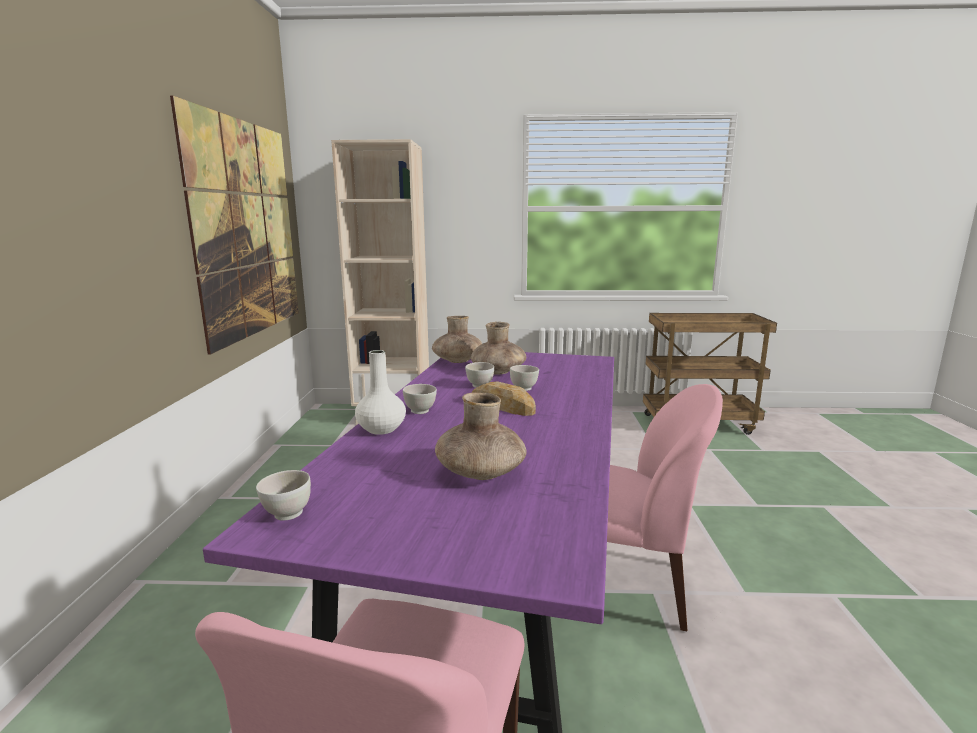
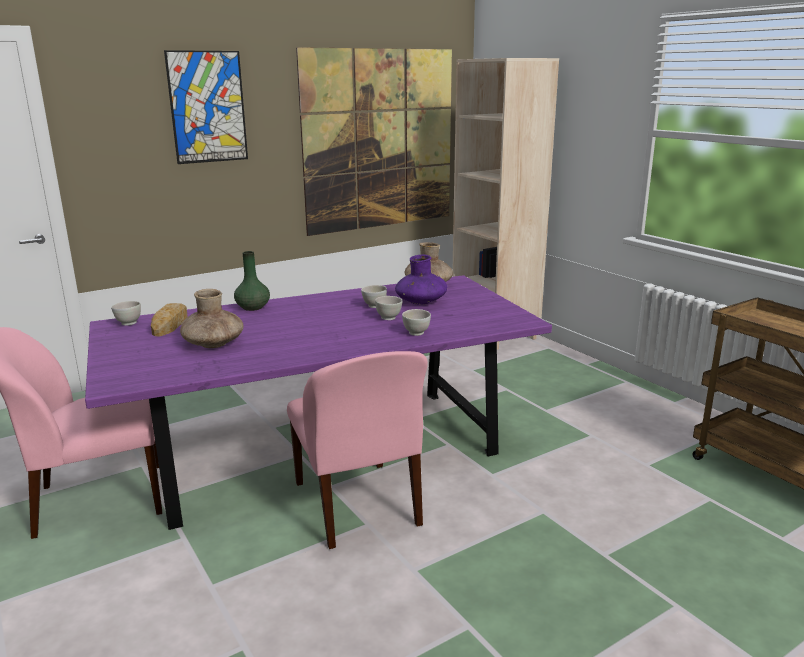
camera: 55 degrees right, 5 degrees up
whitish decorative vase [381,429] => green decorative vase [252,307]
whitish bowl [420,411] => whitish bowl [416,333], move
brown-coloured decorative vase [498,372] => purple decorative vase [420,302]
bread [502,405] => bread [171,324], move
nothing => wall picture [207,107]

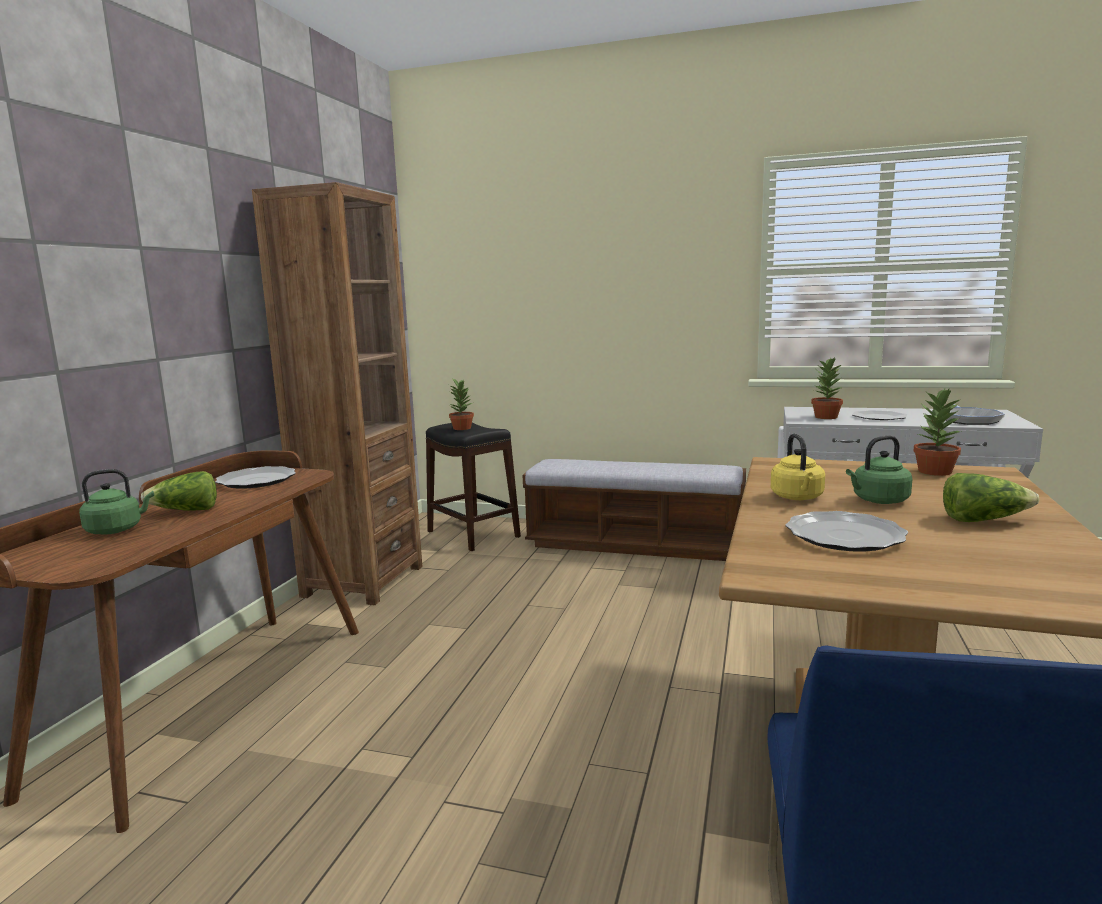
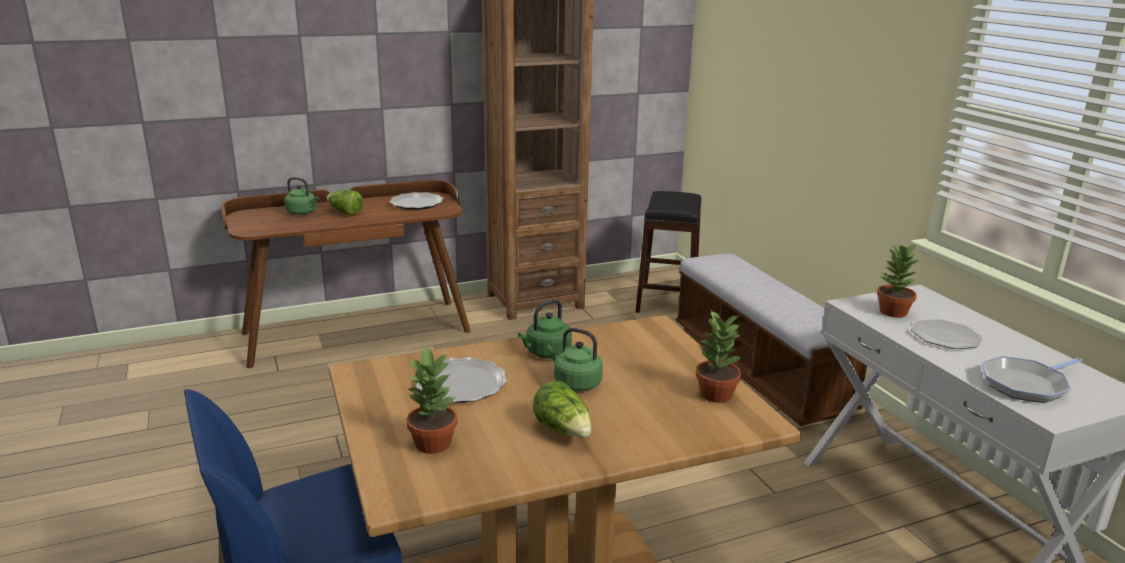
camera: 50 degrees right, 10 degrees up
potted plant [462,428] => potted plant [434,443], move
yellowish kettle [798,498] => green kettle [546,353]

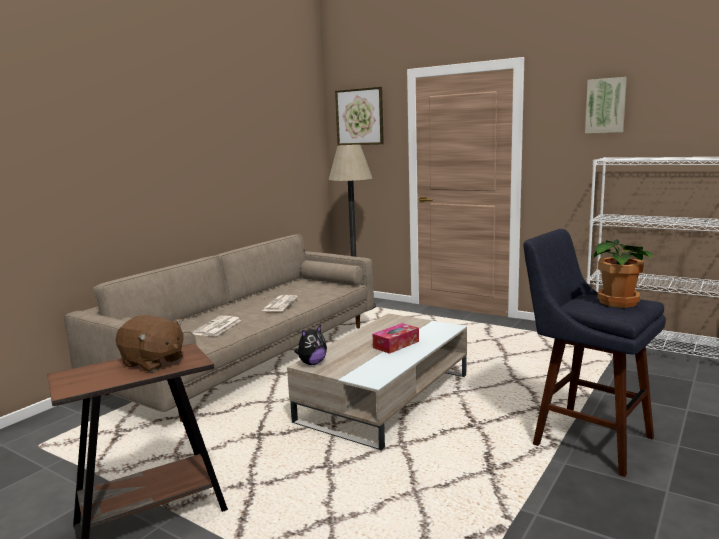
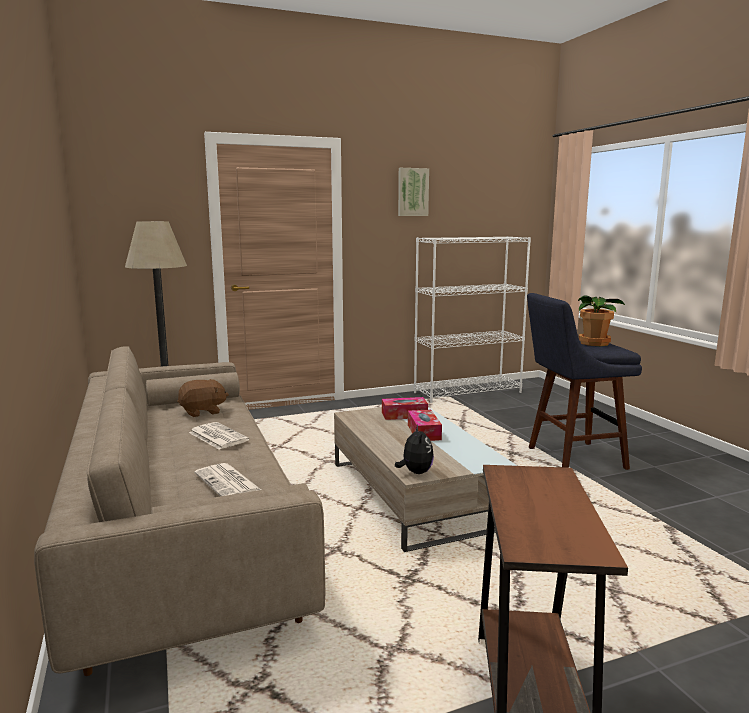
camera: 55 degrees left, 0 degrees up
brown-coloured plush toy [153,362] => brown-coloured plush toy [203,412], move
wall picture [359,117] => nothing
nothing => tissue holder [404,415]

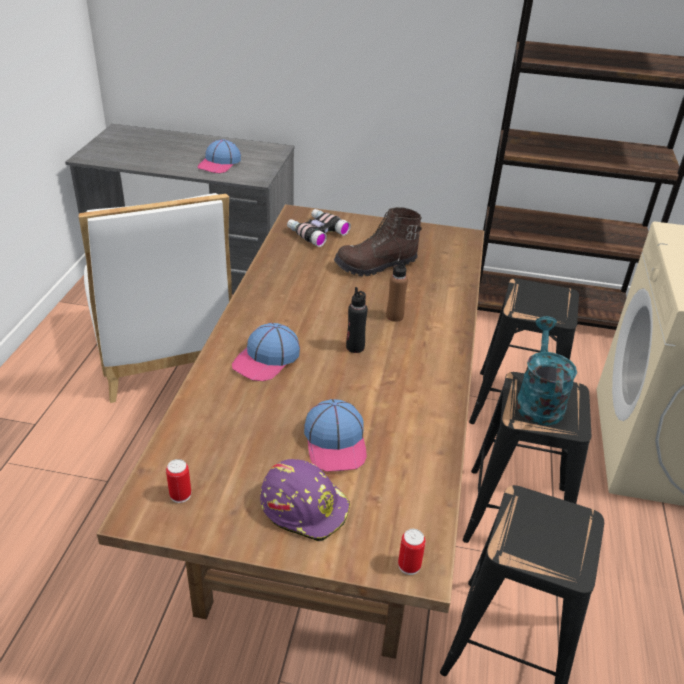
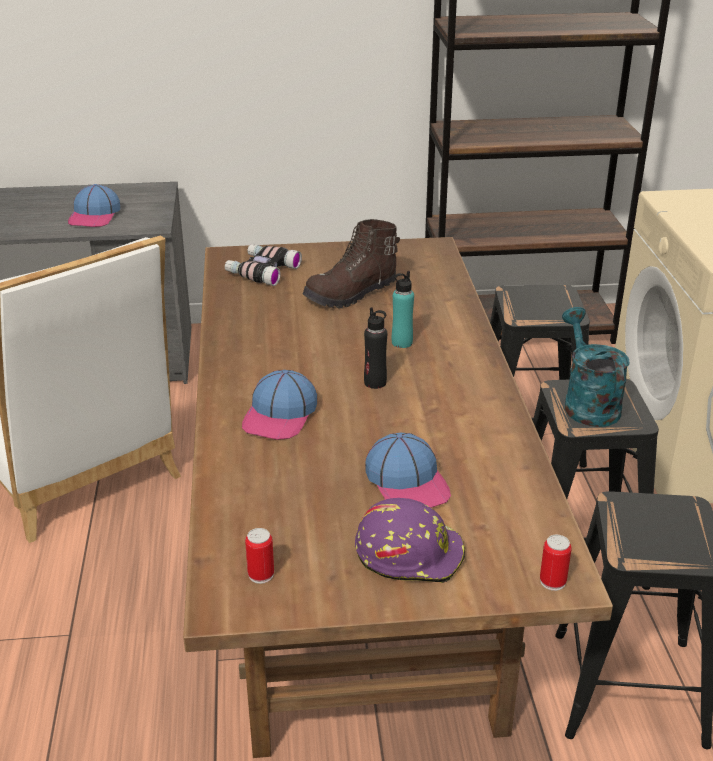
camera: 15 degrees left, 5 degrees down
brown-coloured bottle [394,316] => turquoise bottle [401,342]

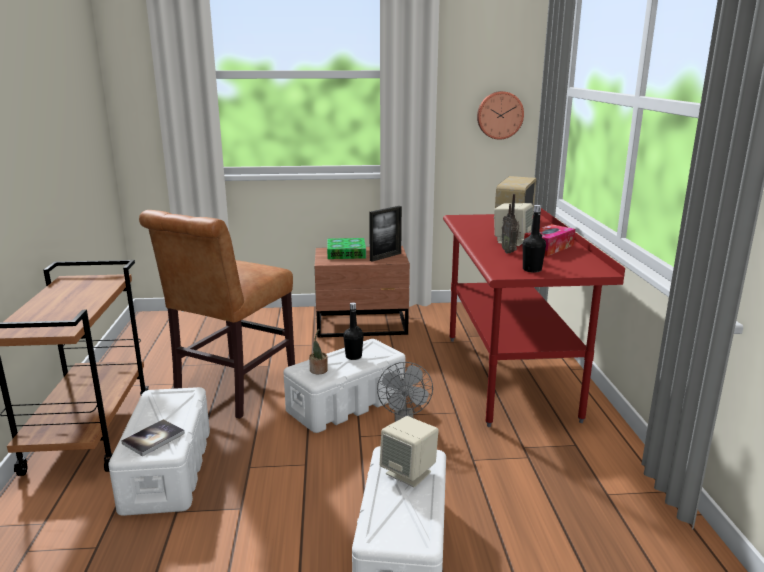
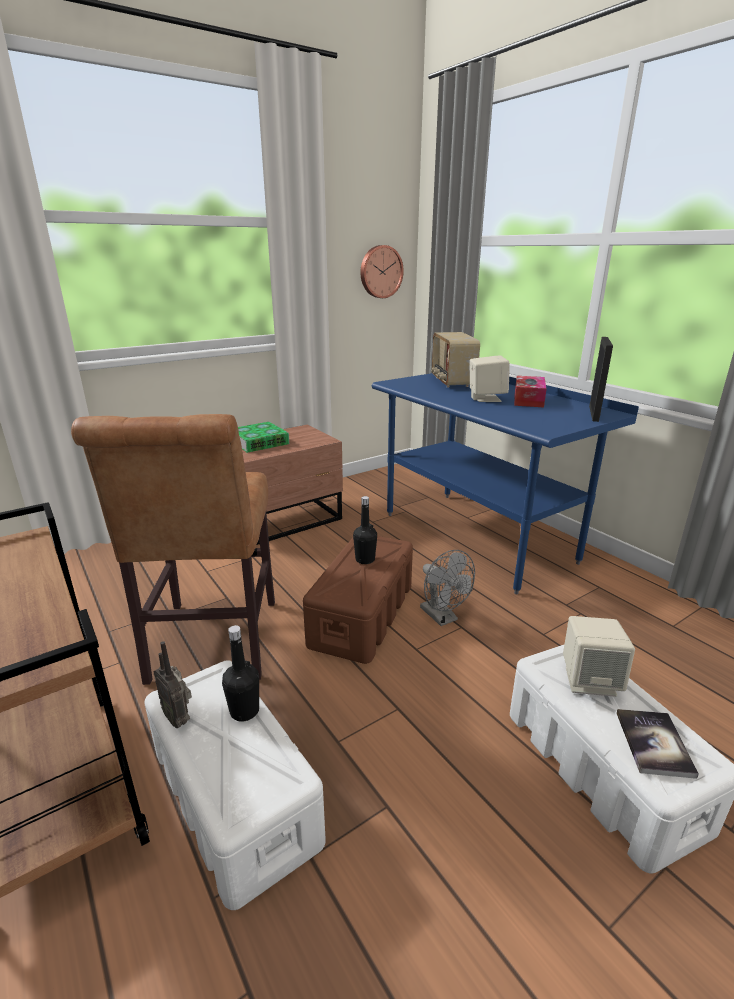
camera: 30 degrees left, 5 degrees up
volume [153,438] => volume [654,743], move
whitish storage box [347,403] => brown-coloured storage box [362,614]
potted plant [318,371] => nothing
photo frame [385,257] => photo frame [593,413], move
red desk [509,376] => blue-coloured desk [476,537]
radio set [509,252] => radio set [179,718], move
blackish bottle [532,270] => blackish bottle [244,711], move

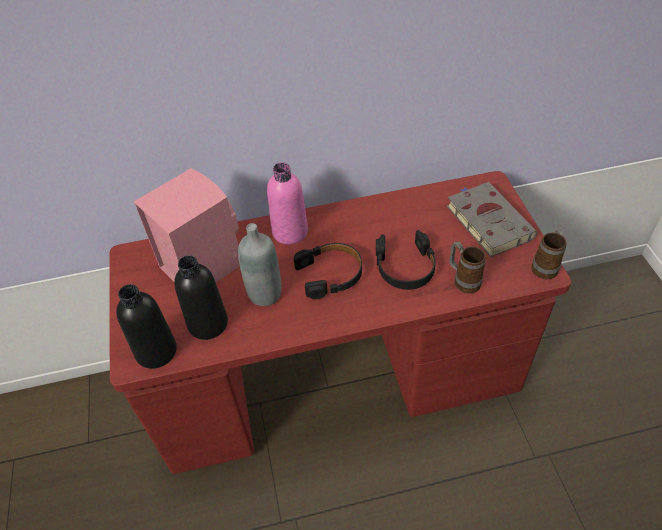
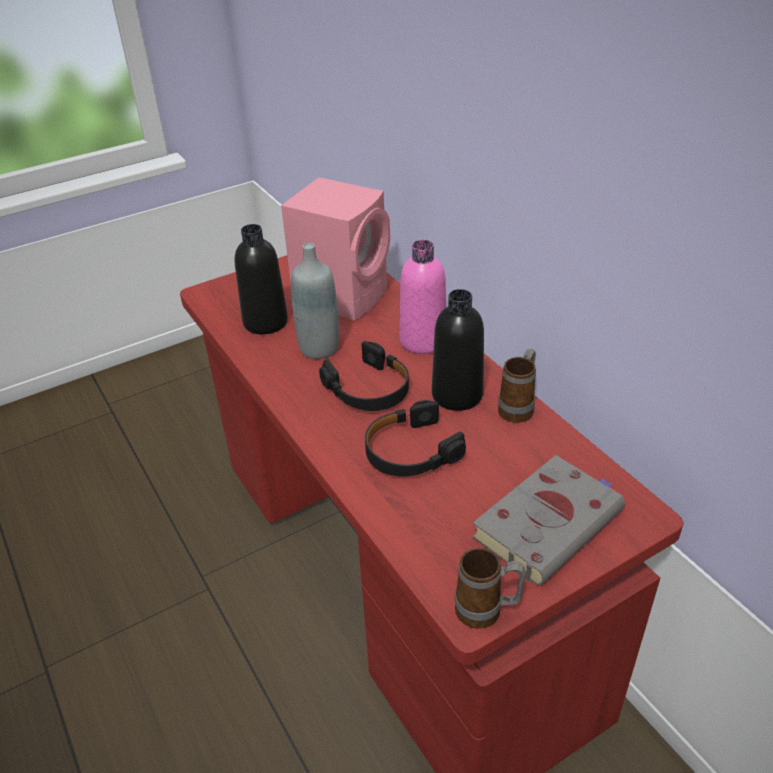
camera: 70 degrees right, 10 degrees down
blackish bottle [156,351] => blackish bottle [457,395], move
coffee mug [463,280] => coffee mug [518,407], move

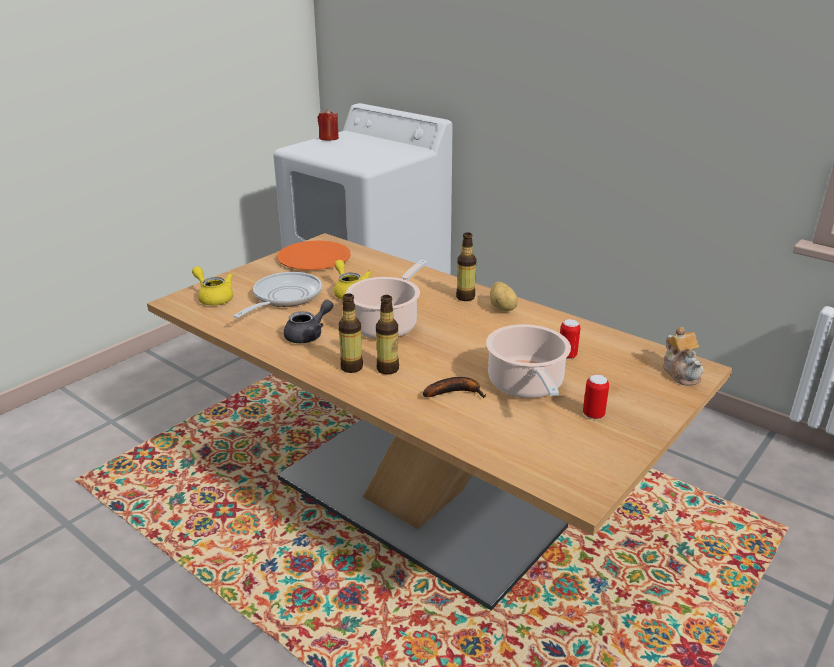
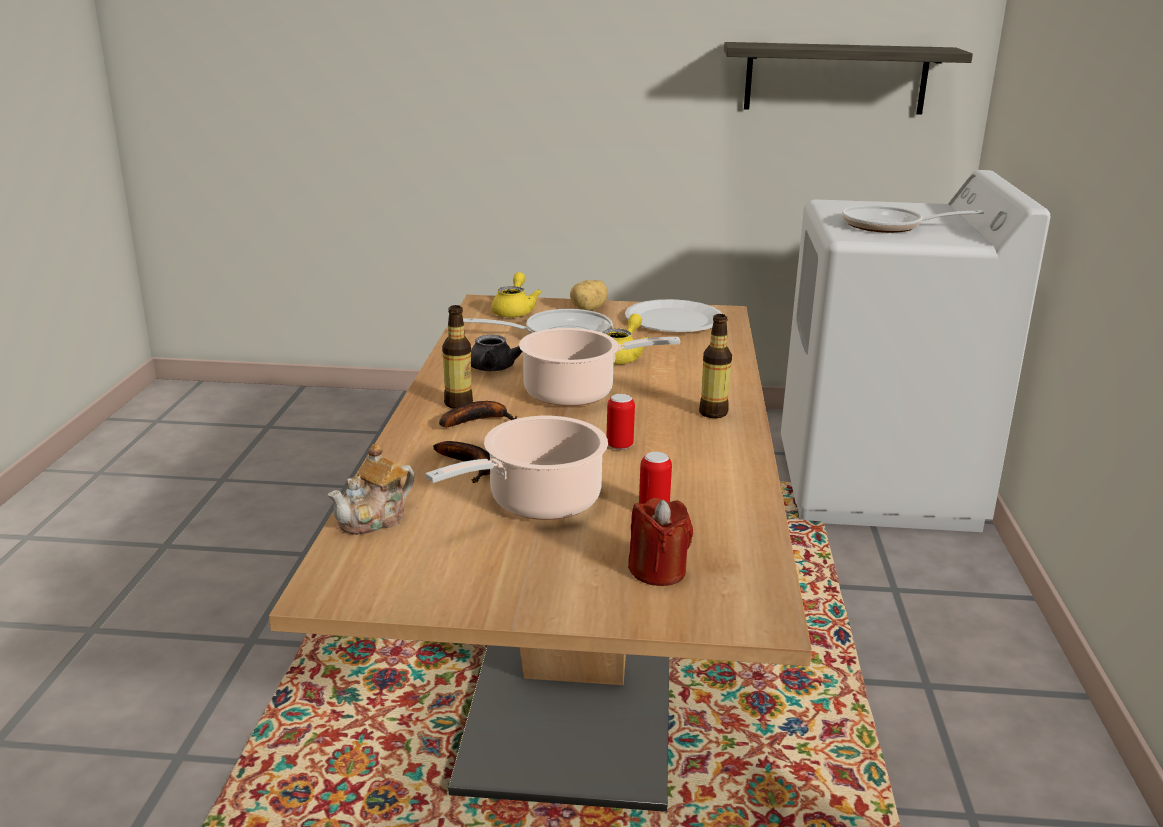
camera: 55 degrees right, 5 degrees down
orange-coloured flat dish [314,258] => whitish flat dish [673,319]
red candle [329,138] => red candle [658,571], move
bottle [388,369] => whole banana [478,420]
potato [503,308] => potato [590,309], move
sealed can [593,414] => sealed can [619,446], move
tea pot [681,372] => tea pot [375,519], move
nothing => shelf [835,78]
nothing => frying pan [889,226]

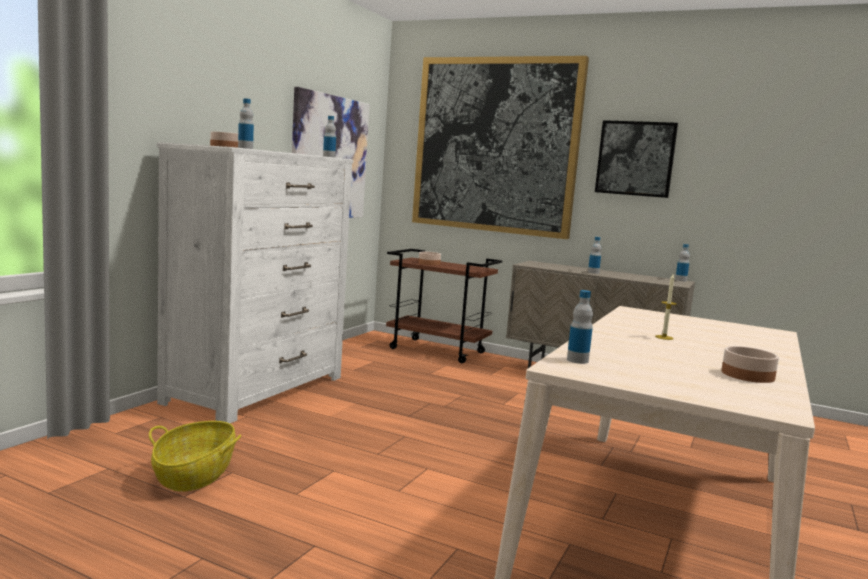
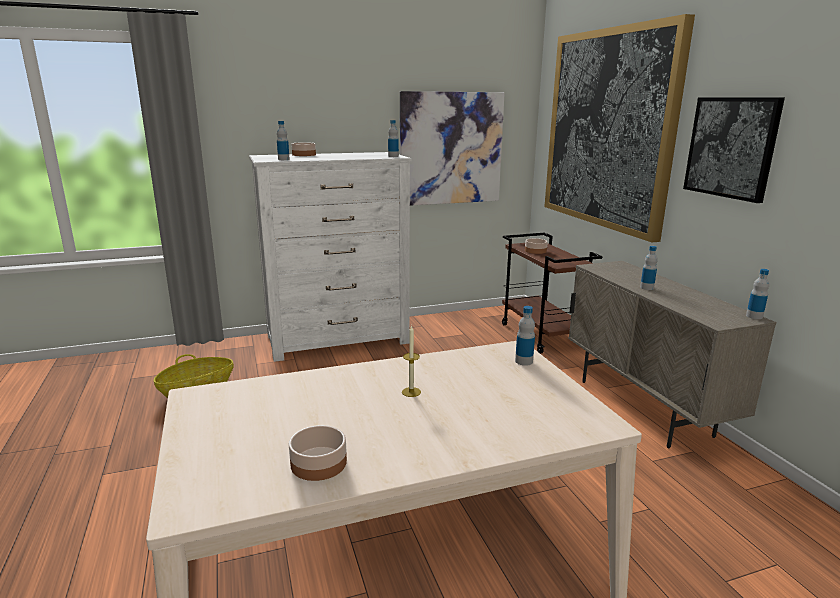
camera: 45 degrees right, 10 degrees up
bottle [577,360] => bottle [524,361], move

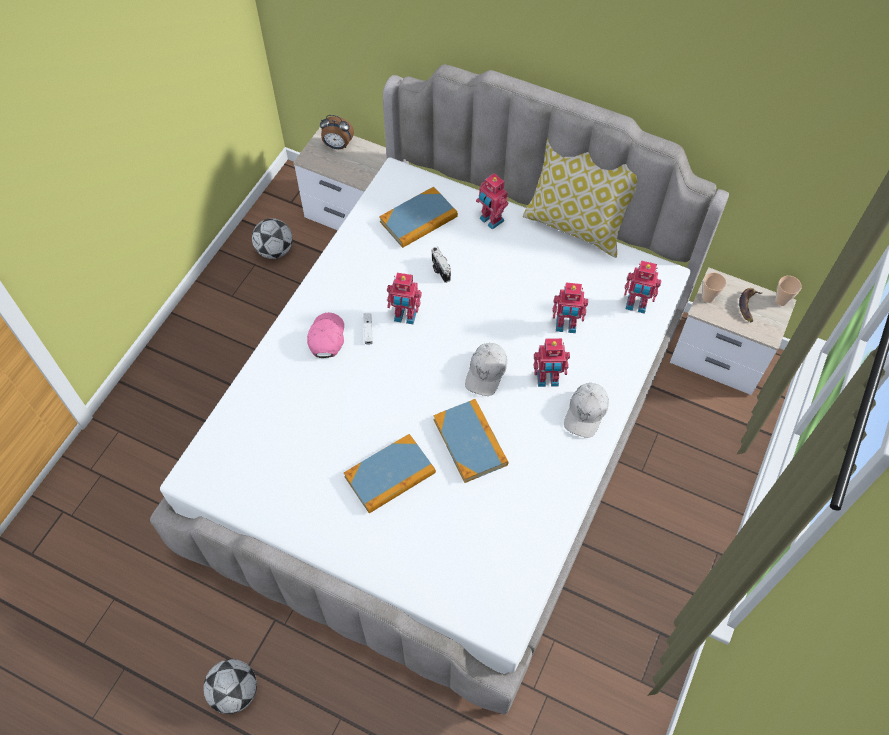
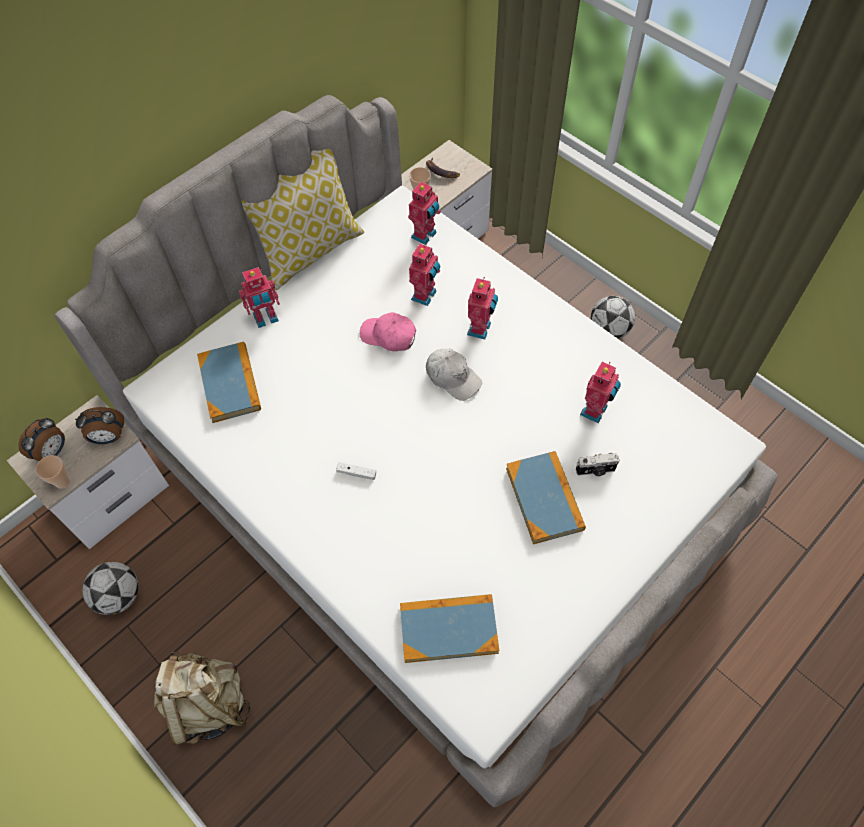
camera: 70 degrees left, 0 degrees up
ball for football [235,692] => ball for football [609,330], move
pinkish baseball cap [326,338] => pinkish baseball cap [389,336], move
model robot [405,317] => model robot [595,411], move
still camera [440,270] => still camera [595,471], move
volume [470,442] => volume [448,629], move
whitish baseball cap [586,413] => nothing
drinking cup [781,300] => drinking cup [62,482], move
nothing => alarm clock [109,437]
nothing => beige rucksack [208,704]

